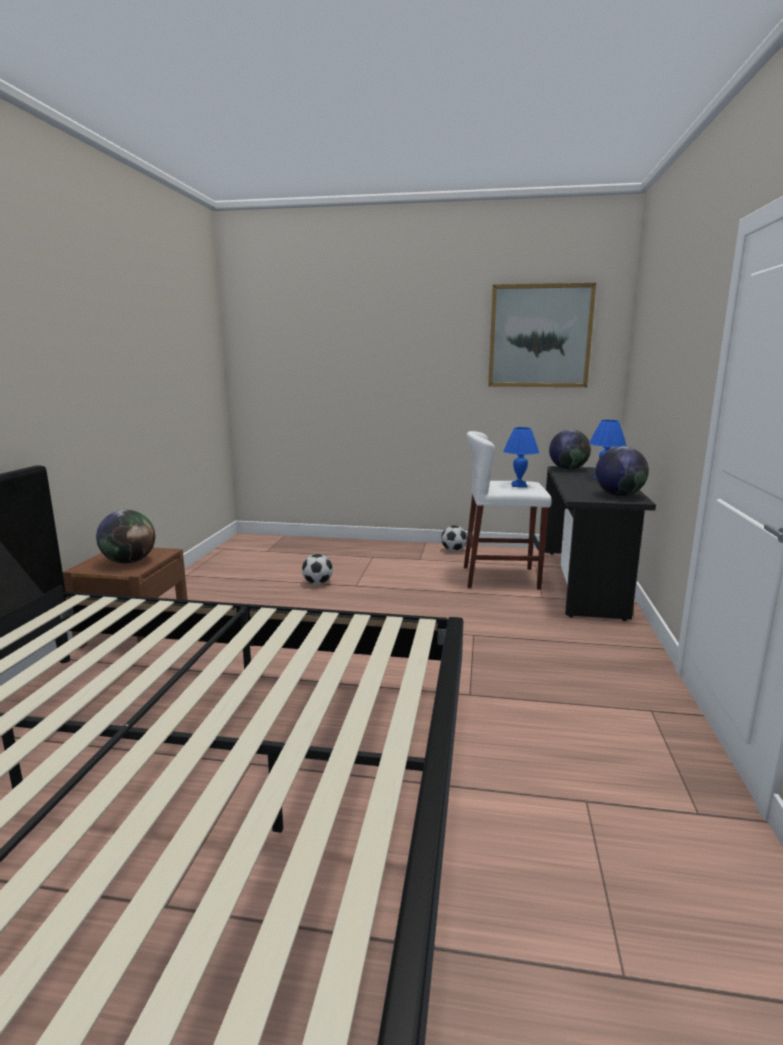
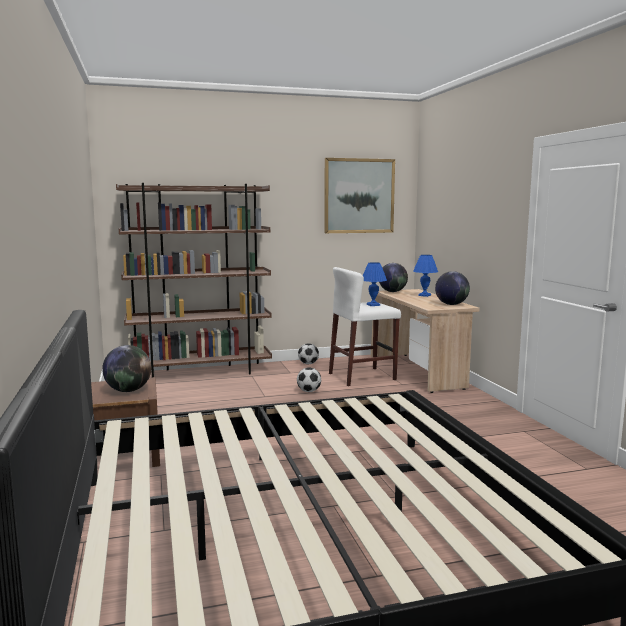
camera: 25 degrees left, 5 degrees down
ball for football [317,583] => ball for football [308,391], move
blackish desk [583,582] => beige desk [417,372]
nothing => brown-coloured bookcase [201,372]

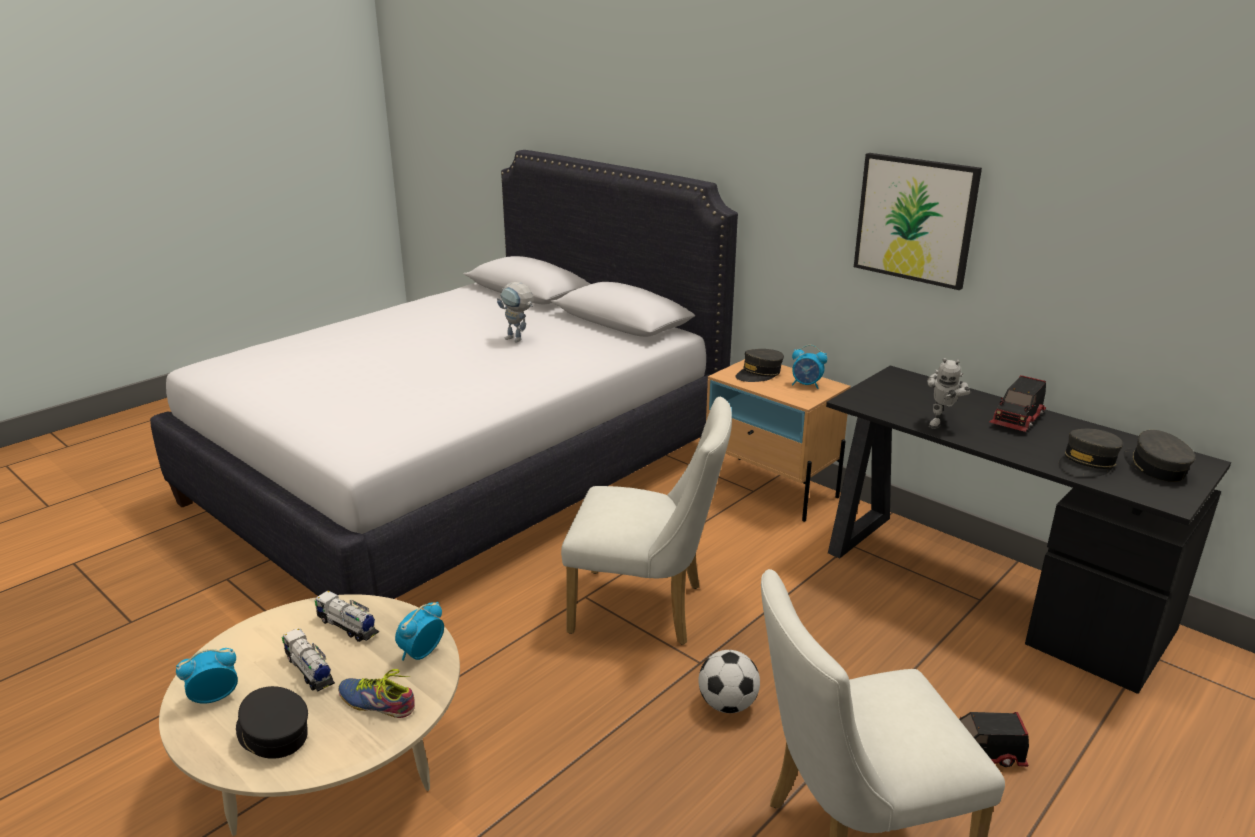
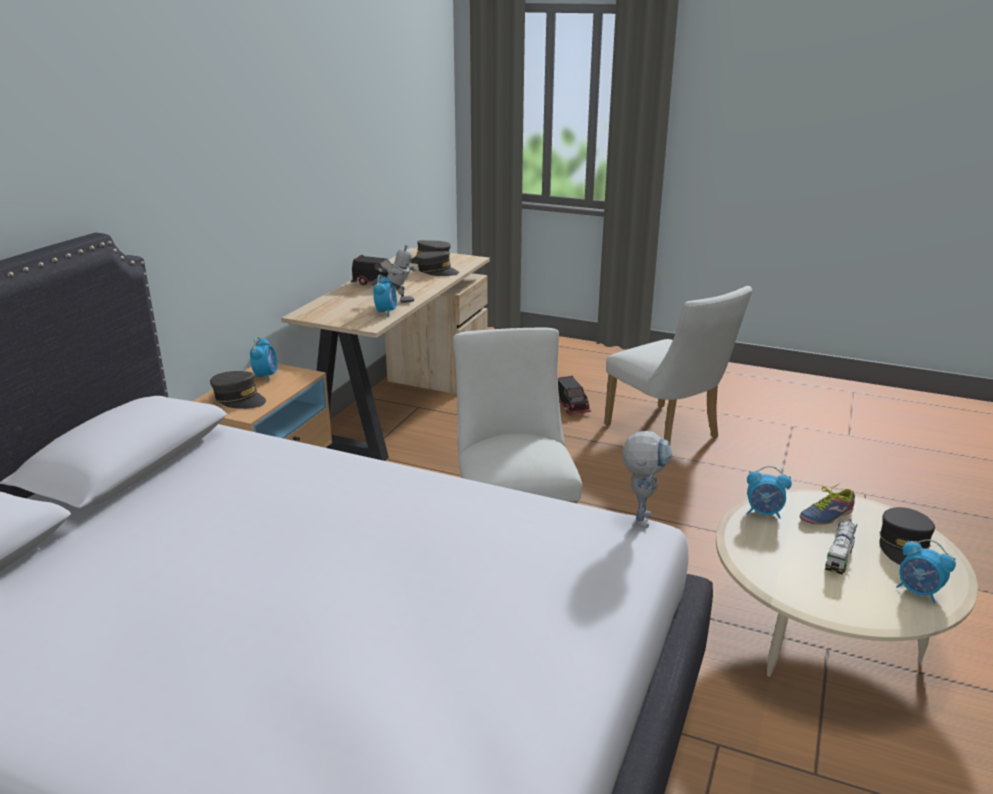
camera: 110 degrees left, 0 degrees up
toy lorry [348,627] => nothing
shoe [378,700] => shoe [824,514], 60 degrees clockwise
model robot [518,340] => model robot [641,515], move
ball for football [727,704] => nothing
blackish desk [985,586] => beige desk [401,405]
wall picture [915,219] => nothing
nothing => alarm clock [386,312]

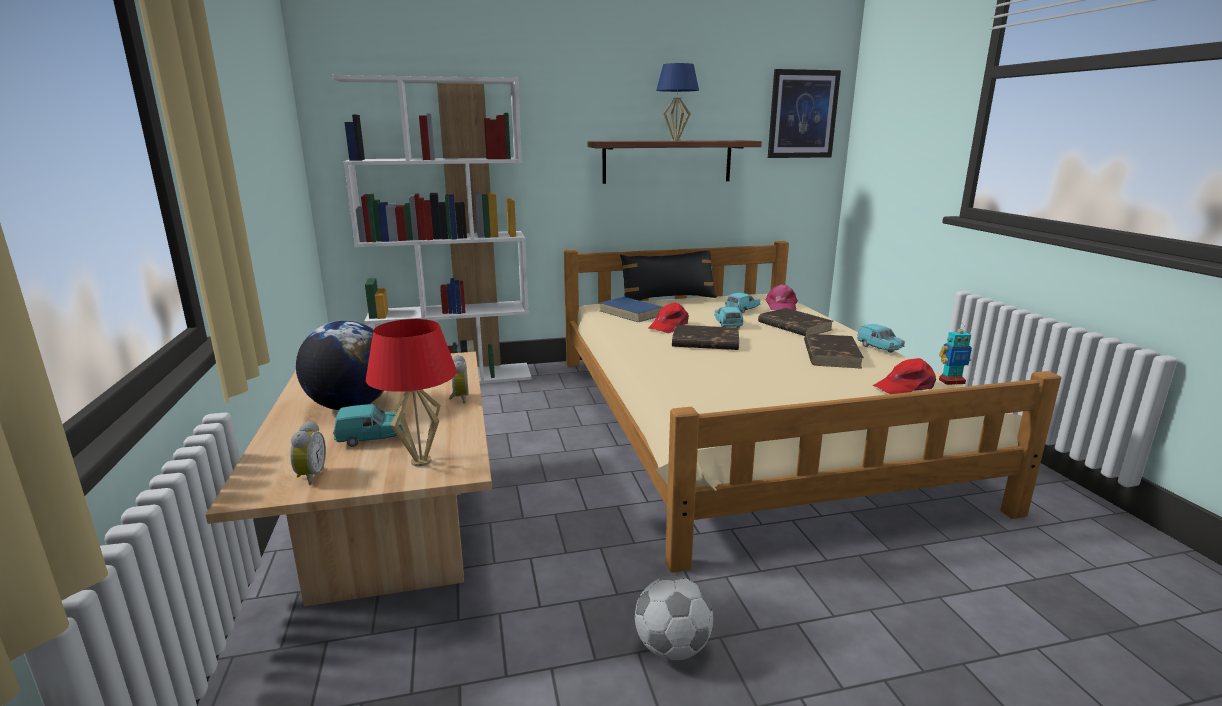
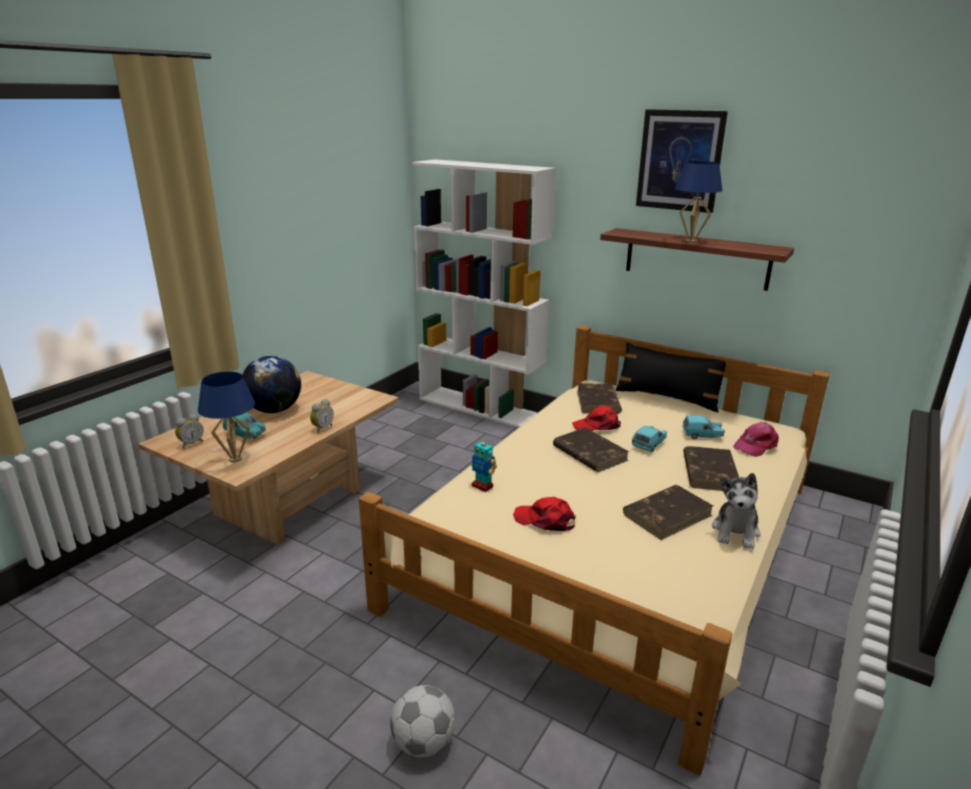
camera: 45 degrees right, 5 degrees up
red lamp for a table [421,461] => blue-coloured lamp for a table [235,459]
blue-coloured volume [632,313] => brown-coloured volume [598,402]
ball for football [672,648] => ball for football [423,743], move
wall picture [802,114] => wall picture [679,161], move
turquoise toy car [879,348] => plush toy [736,531]
red baseball cap [905,387] => red baseball cap [545,520], move
model robot [951,381] => model robot [482,486], move

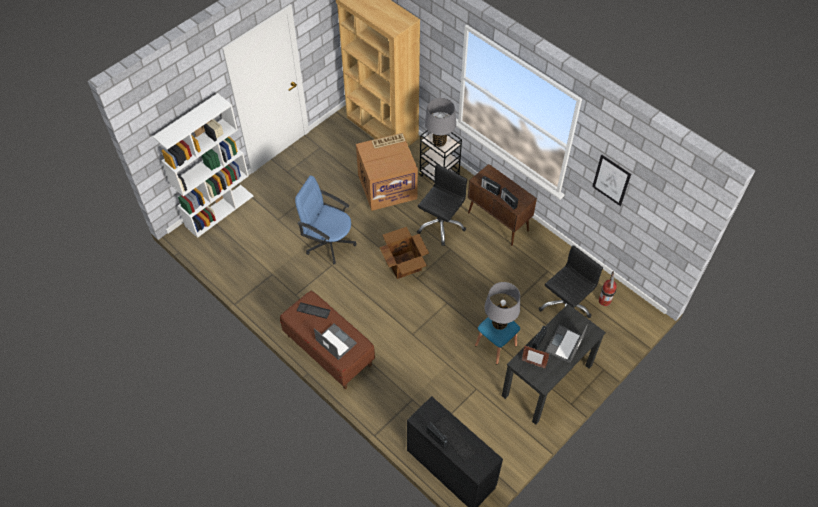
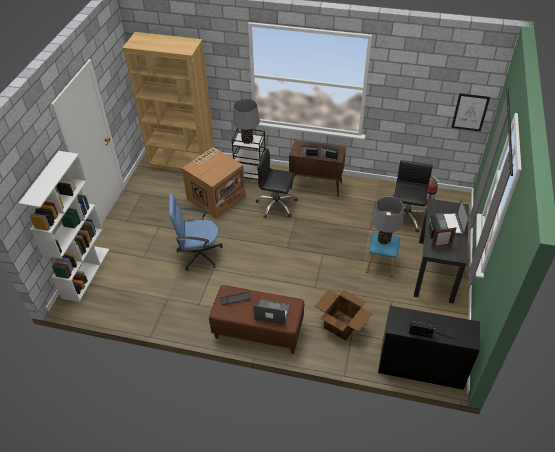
camera: 30 degrees left, 10 degrees down
cardboard box [404,264] => cardboard box [341,324], move
blackish office chair [440,225] => blackish office chair [276,205], 75 degrees counterclockwise
wall picture [611,180] => wall picture [470,112], move

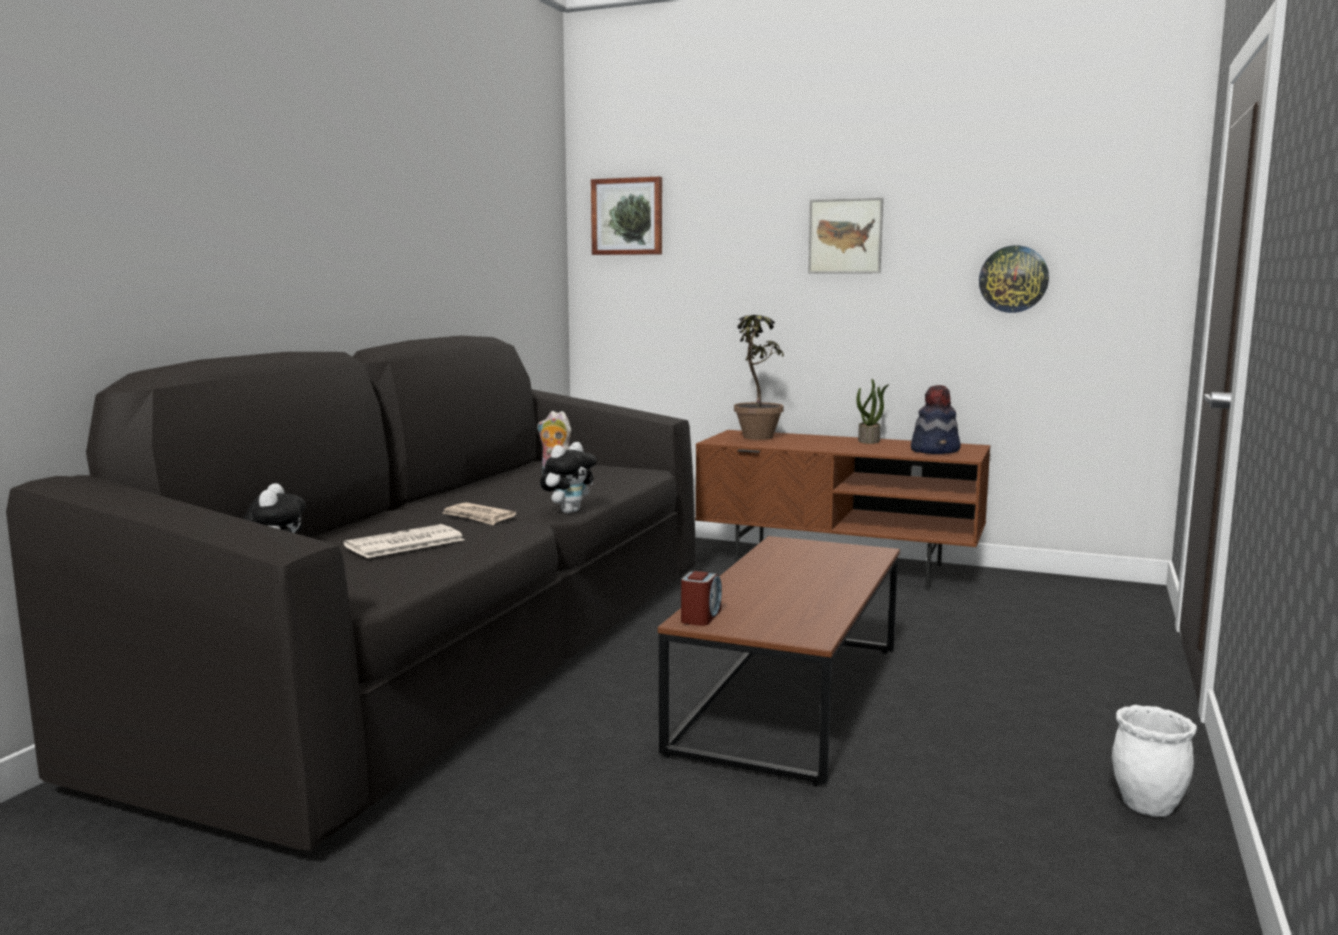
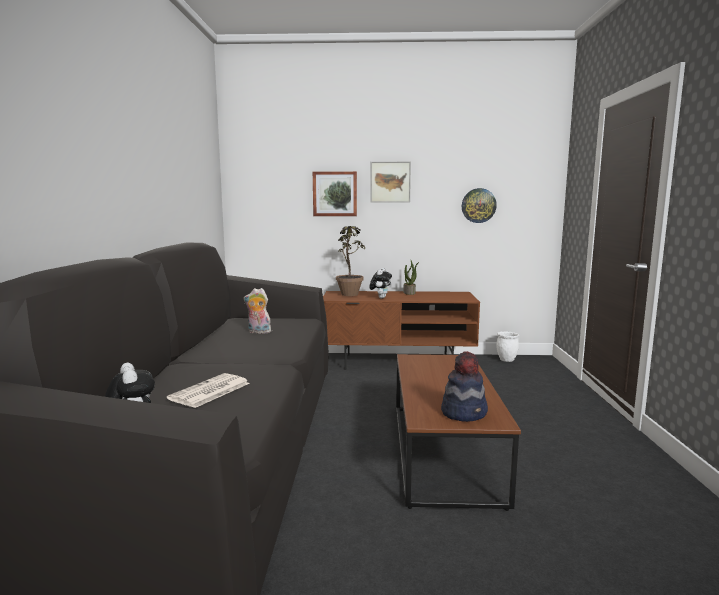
camera: 20 degrees left, 0 degrees up
daily paper [478,517] => nothing
plush toy [569,511] => plush toy [380,297], move
wall picture [627,216] => wall picture [335,194], move
alarm clock [701,616] => nothing
wearable hat [935,450] => wearable hat [464,412], move
whitish flower pot [1149,807] => whitish flower pot [507,360], move

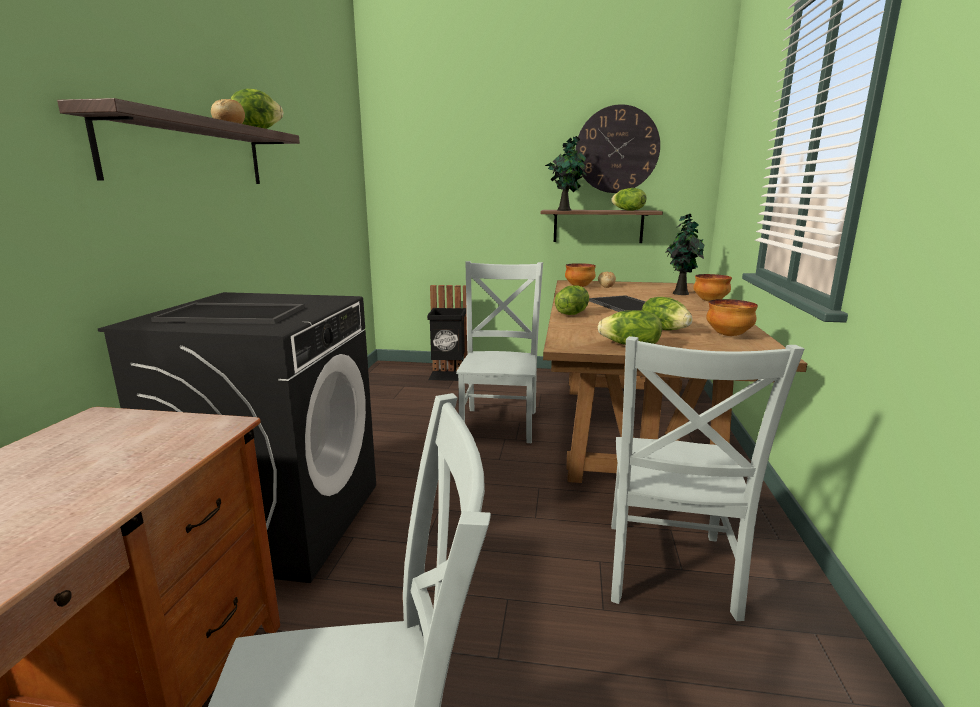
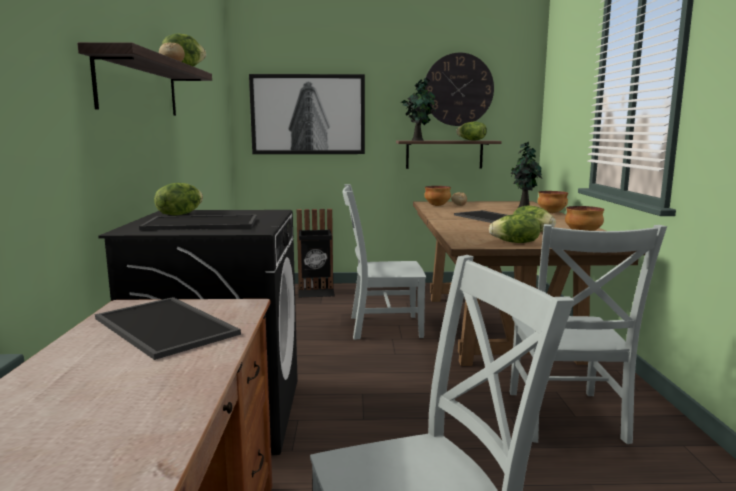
camera: 10 degrees left, 5 degrees down
greyish chair [500,423] => greyish chair [381,327], 90 degrees counterclockwise
head of lettuce [572,313] => head of lettuce [180,214], move
nothing => serving tray [168,326]
nothing => wall picture [308,114]

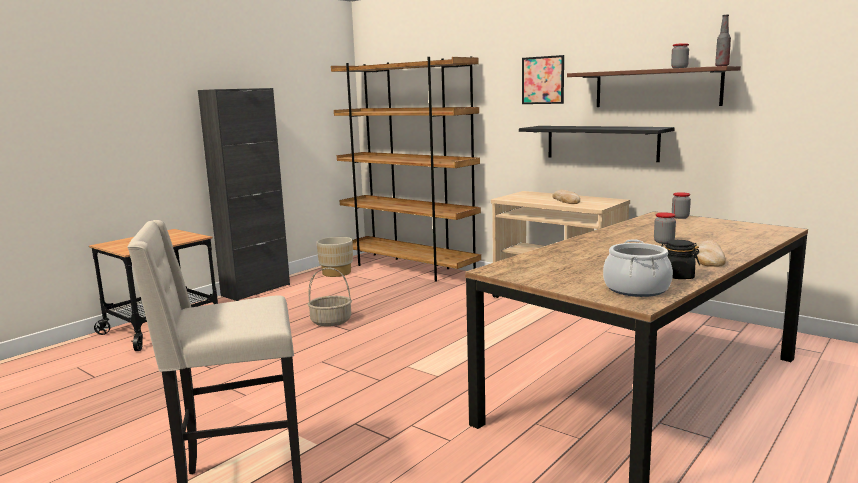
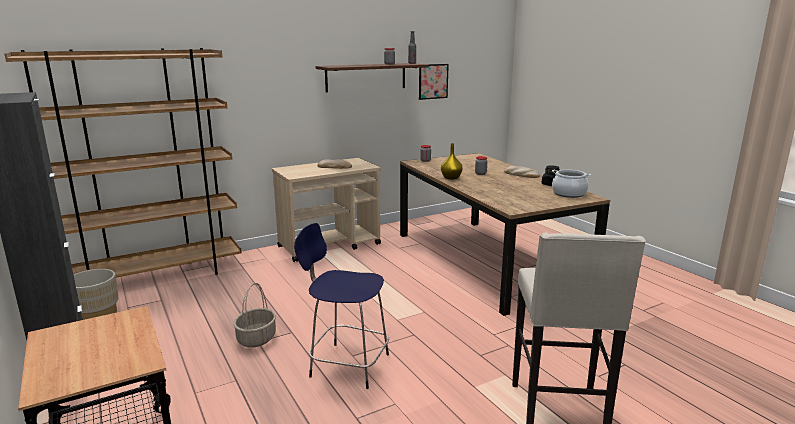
camera: 70 degrees left, 5 degrees up
blackish shelf [601,143] => nothing
wall picture [543,80] => wall picture [433,81], move
nothing => blue-coloured sitting stool [347,364]
nothing => yellowish decorative vase [451,178]

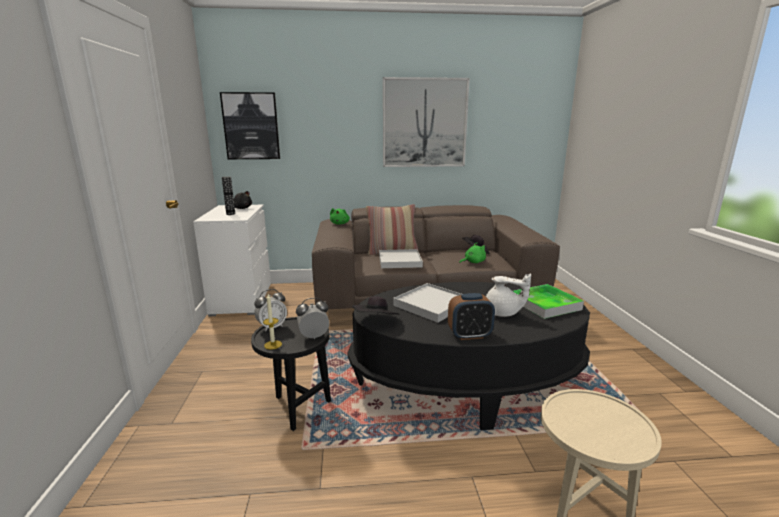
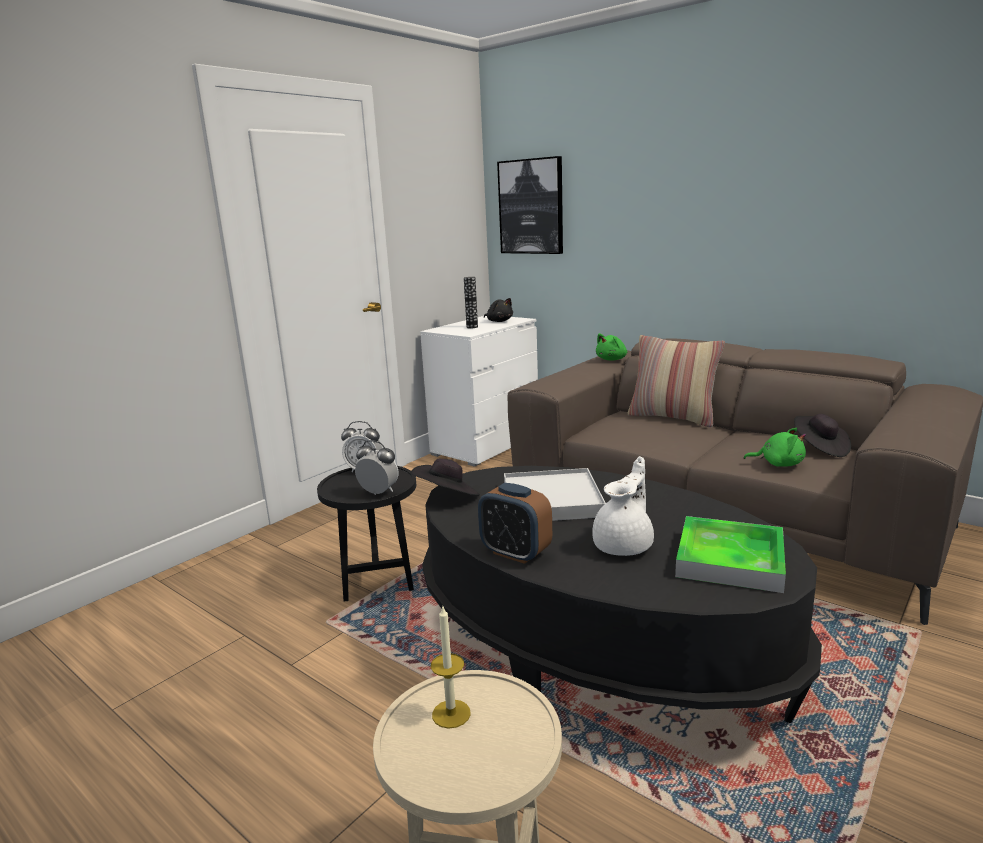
camera: 45 degrees right, 0 degrees up
candle [273,345] => candle [451,714], move
whitish serving tray [399,261] => nothing
wall picture [424,123] => nothing
whitish tea pot [502,313] => whitish tea pot [625,545], 120 degrees counterclockwise

